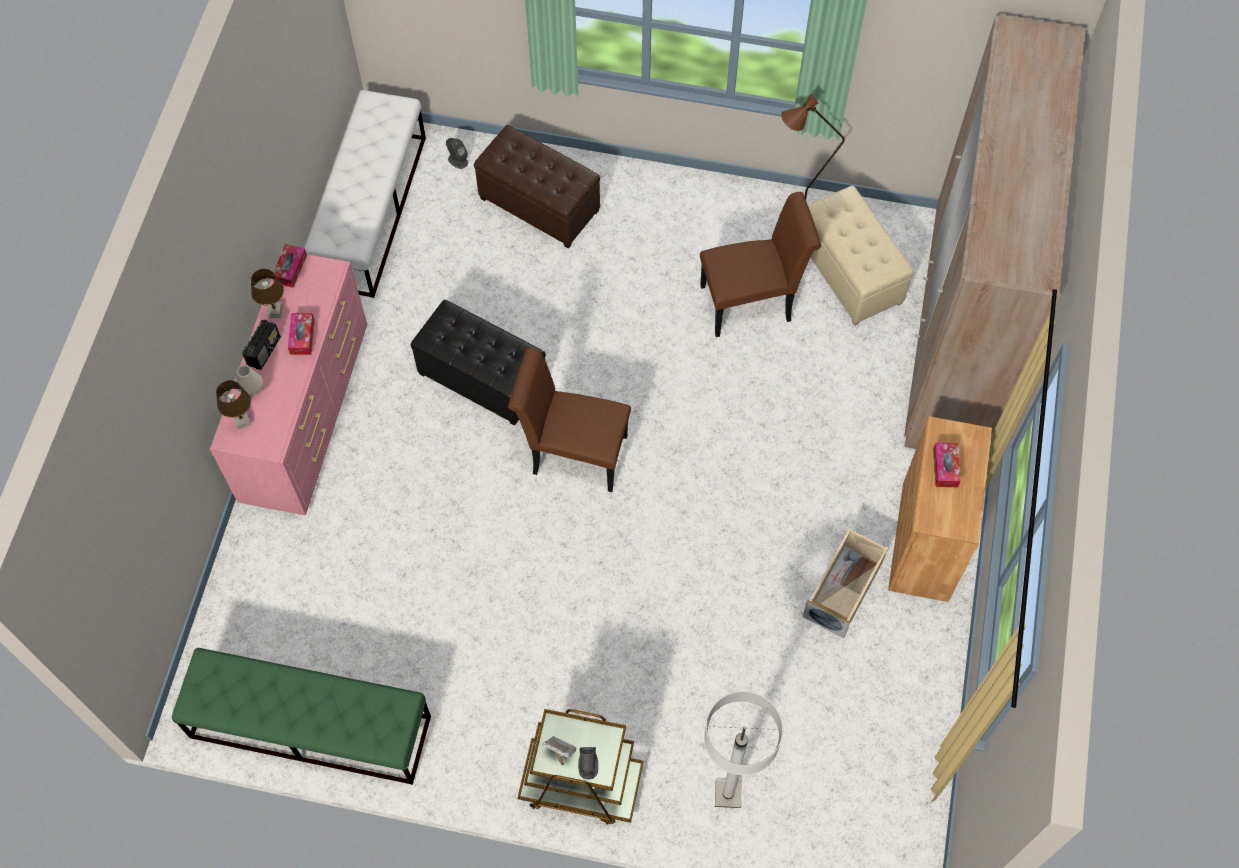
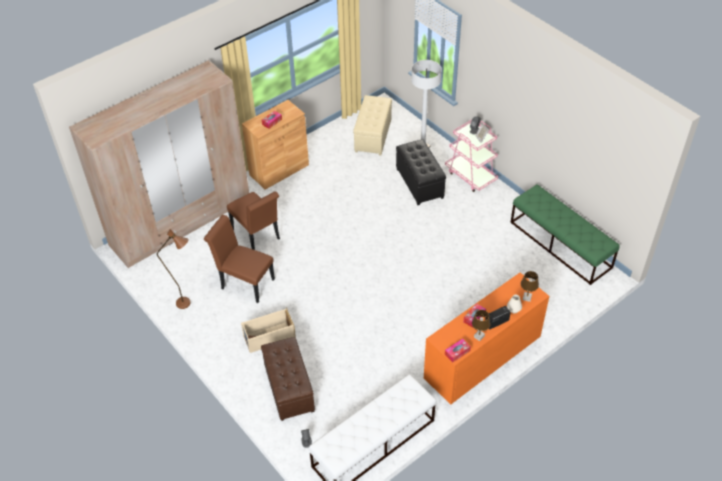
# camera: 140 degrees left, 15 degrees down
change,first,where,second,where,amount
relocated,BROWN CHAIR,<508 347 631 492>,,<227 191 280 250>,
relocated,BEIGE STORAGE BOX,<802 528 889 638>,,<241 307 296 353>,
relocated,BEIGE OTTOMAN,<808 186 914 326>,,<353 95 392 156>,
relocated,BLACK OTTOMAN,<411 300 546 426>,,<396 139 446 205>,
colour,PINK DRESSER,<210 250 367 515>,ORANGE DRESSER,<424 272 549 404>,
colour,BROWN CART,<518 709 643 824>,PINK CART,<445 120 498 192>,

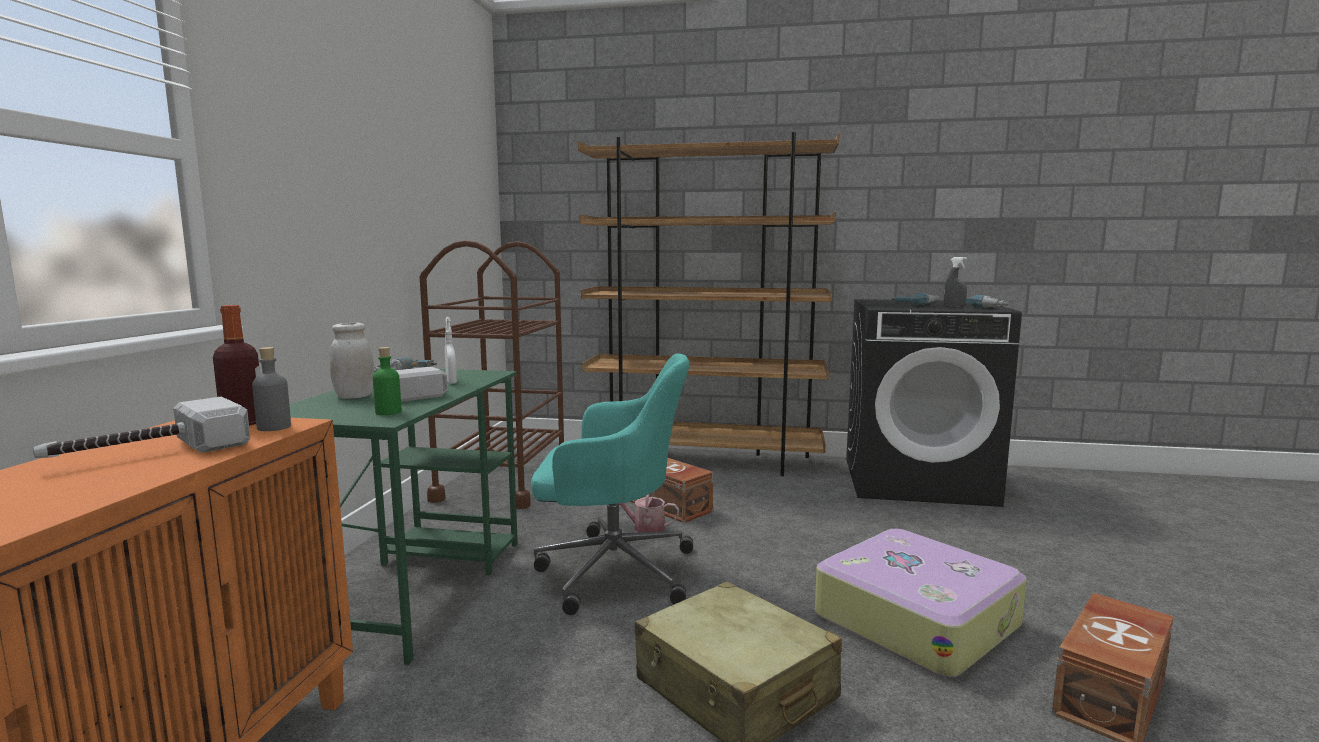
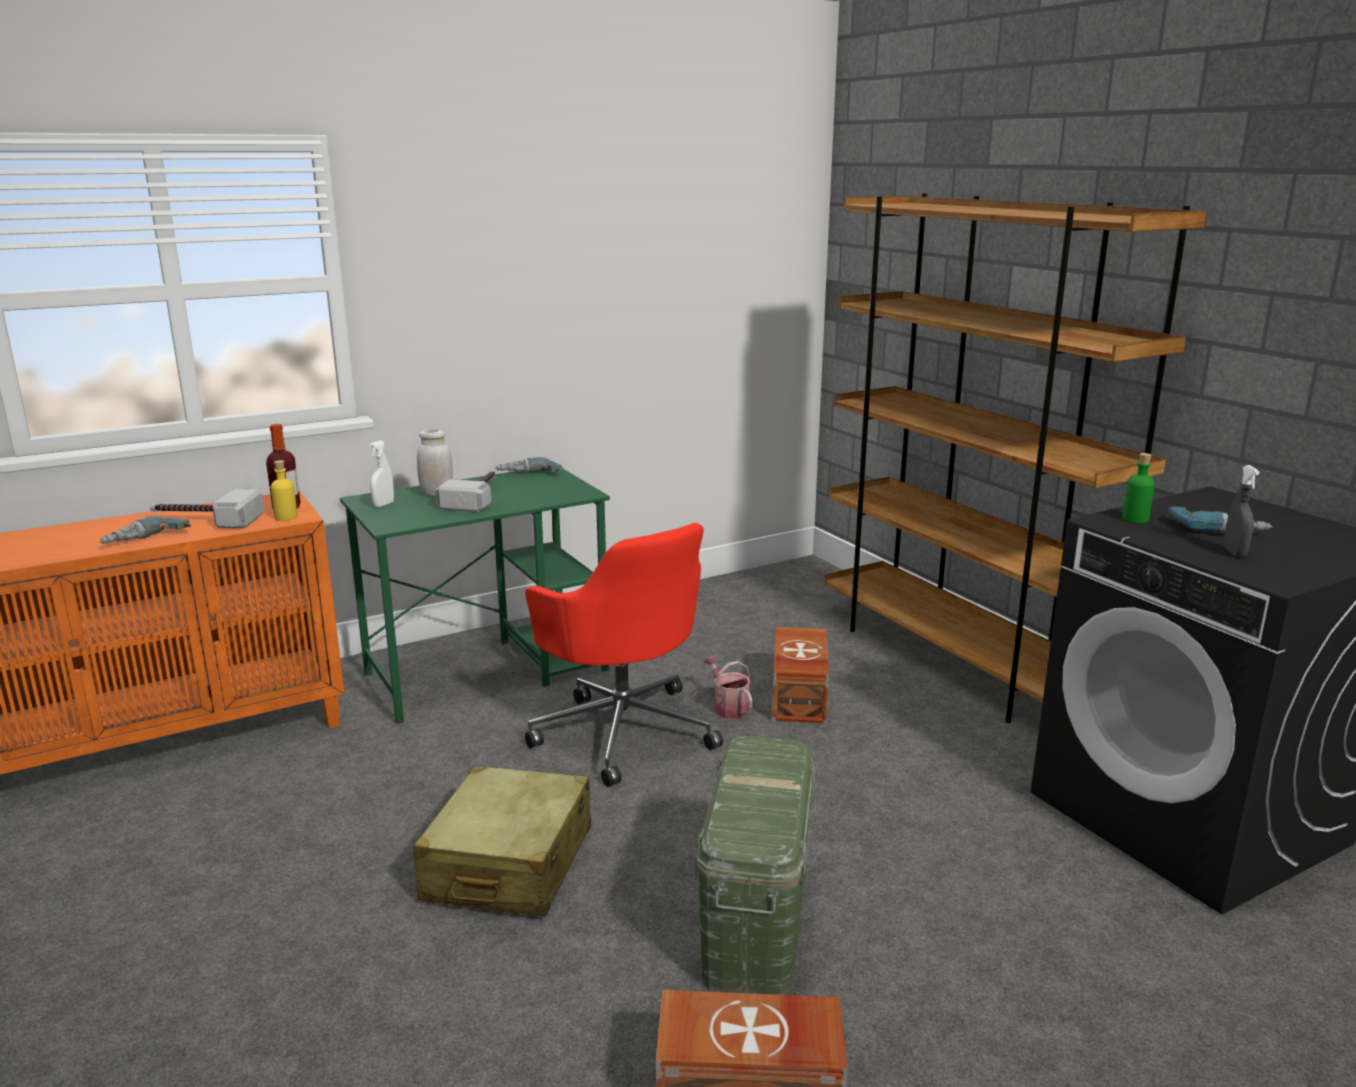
# camera: 50 degrees right, 10 degrees up
change,first,where,second,where,amount
relocated,POWER DRILL,<966 295 1009 308>,,<99 516 191 544>,
colour,GREY BOTTLE,<252 347 291 431>,YELLOW BOTTLE,<271 460 298 521>,
relocated,WHITE SPRAY BOTTLE,<445 317 457 384>,,<369 440 394 507>,
colour,TURQUOISE OFFICE CHAIR,<531 354 693 615>,RED OFFICE CHAIR,<525 523 723 787>,
exchanged,SUITCASE,<815 529 1027 678>,GREEN STORAGE BOX,<695 736 816 995>,
relocated,GREEN BOTTLE,<373 347 401 415>,,<1122 453 1155 523>,
missing,BROWN CART,<420 240 564 509>,,,

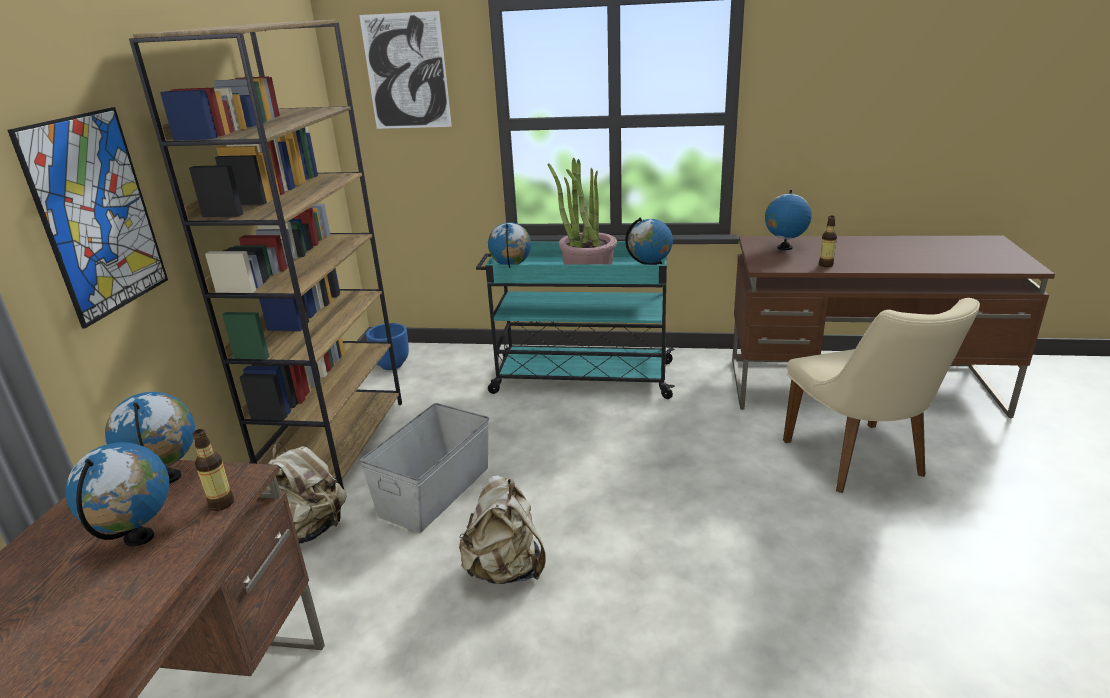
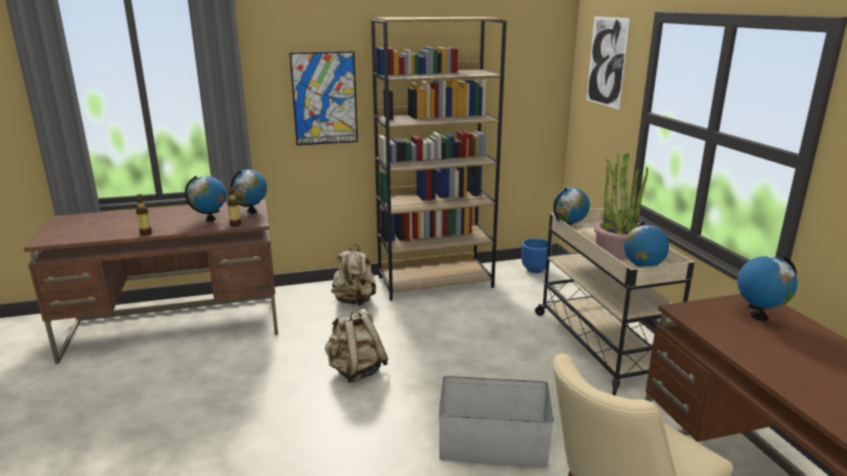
# camera: 65 degrees right, 5 degrees down
change,first,where,second,where,amount
relocated,BOTTLE,<819 216 837 267>,,<136 194 152 236>,
relocated,GREY STORAGE BOX,<360 403 489 533>,,<439 376 554 467>,
colour,TURQUOISE CART,<476 241 675 399>,BEIGE CART,<535 208 695 396>,

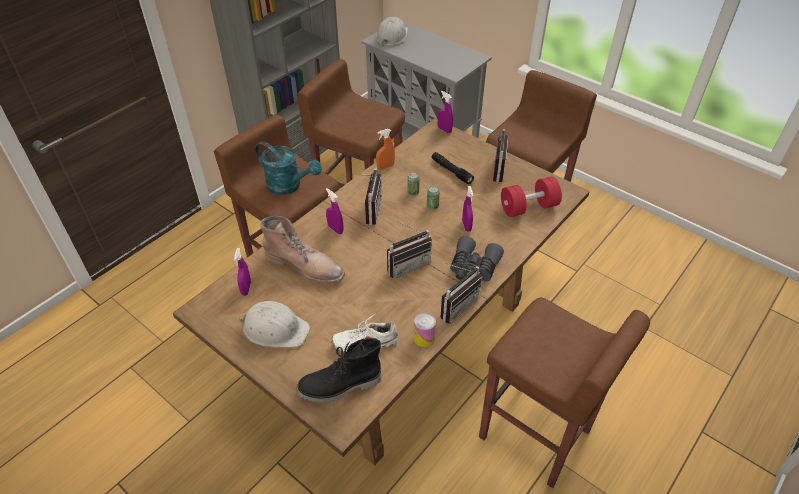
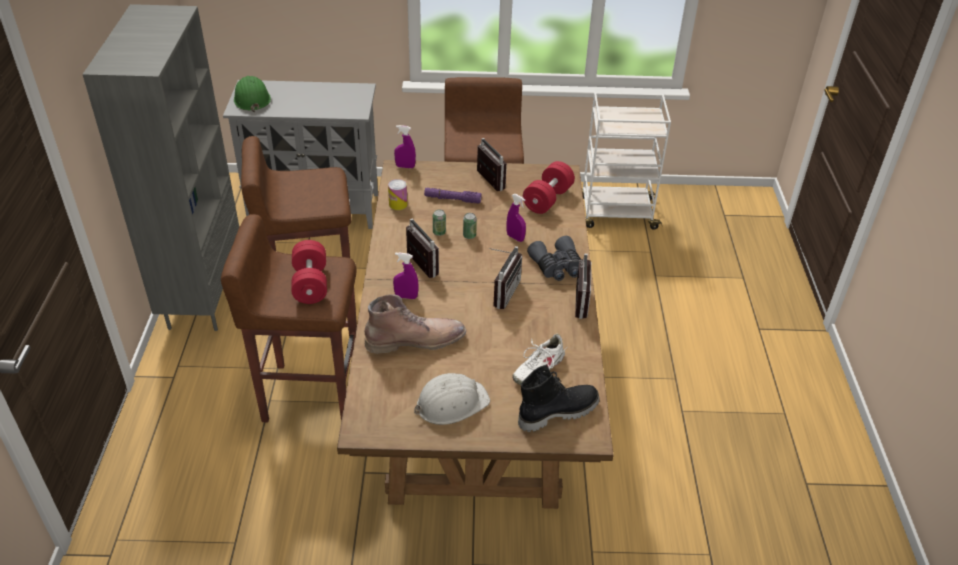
# camera: 40 degrees left, 5 degrees down
change,first,where,second,where,amount
colour,WHITE HARD HAT,<376 17 408 46>,GREEN HARD HAT,<234 76 271 112>,
exchanged,TURQUOISE WATERING CAN,<255 141 322 195>,RED DUMBBELL,<291 240 327 304>,
relocated,CAN,<414 312 436 347>,,<388 179 407 210>,
colour,BLACK FLASHLIGHT,<432 152 474 184>,PURPLE FLASHLIGHT,<424 188 482 203>,
spun,BLACK BOOT,<296 338 381 403>,,<518 364 600 432>,150 degrees counterclockwise
appeared,,,WHITE CART,<582 92 671 230>,
missing,PURPLE SPRAY BOTTLE,<234 248 251 296>,,,
missing,ORANGE SPRAY BOTTLE,<376 129 395 170>,,,
missing,BROWN STOOL,<479 297 650 488>,,,

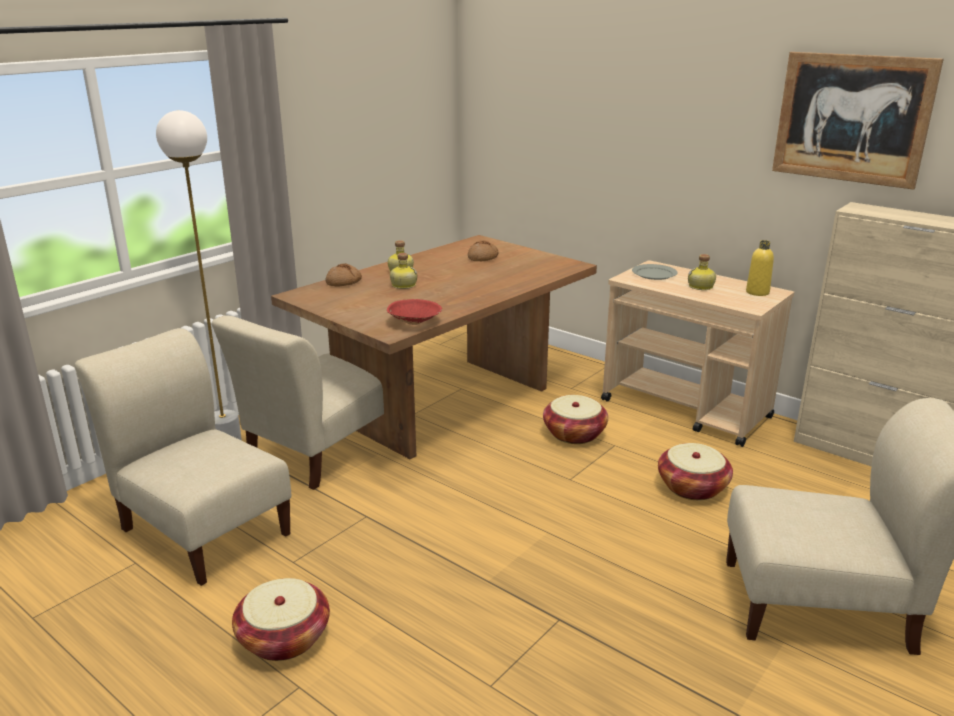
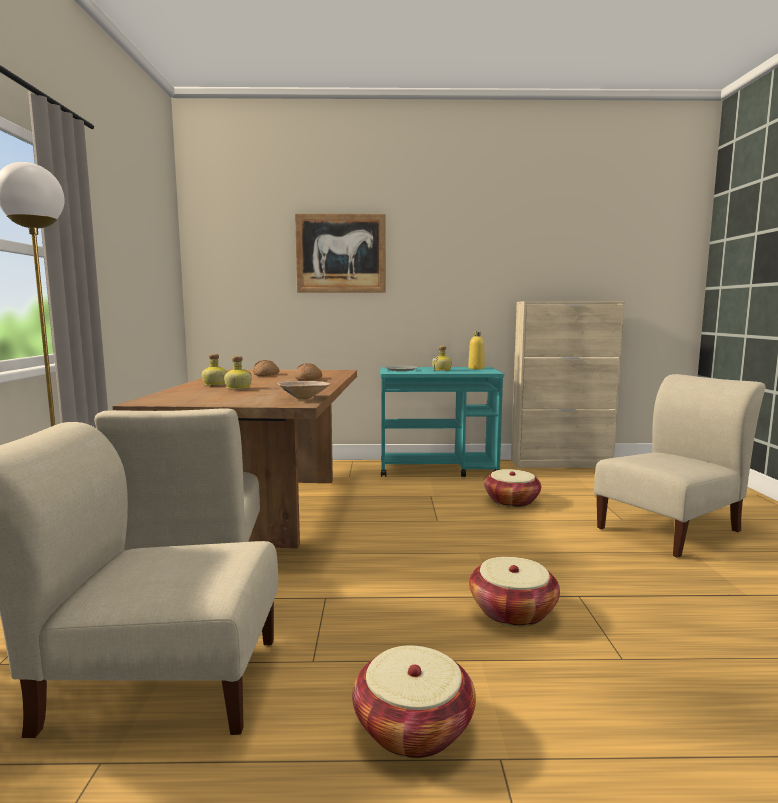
# camera: 40 degrees left, 15 degrees down
change,first,where,second,where,amount
colour,RED BOWL,<387 299 442 325>,BEIGE BOWL,<277 381 331 399>,
relocated,PICTURE,<772 52 944 190>,,<295 214 386 293>,
relocated,BREAD,<325 263 362 286>,,<295 363 322 381>,
colour,BEIGE CART,<601 260 794 447>,TURQUOISE CART,<380 367 504 477>,
relocated,BASKET,<543 395 608 444>,,<469 557 560 627>,

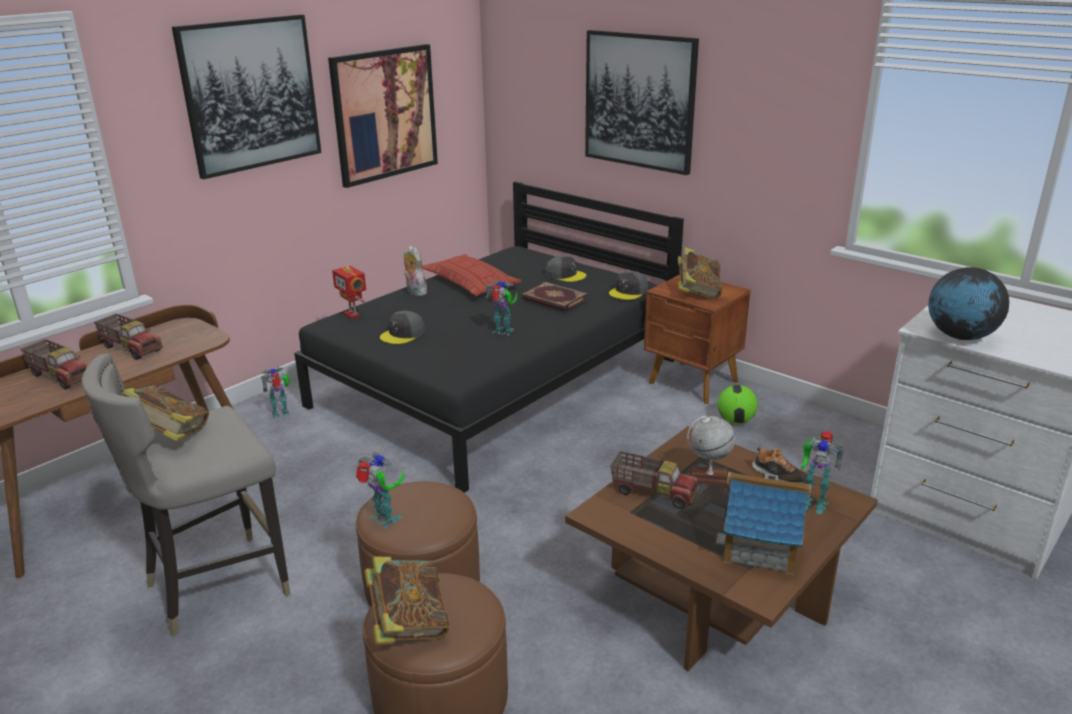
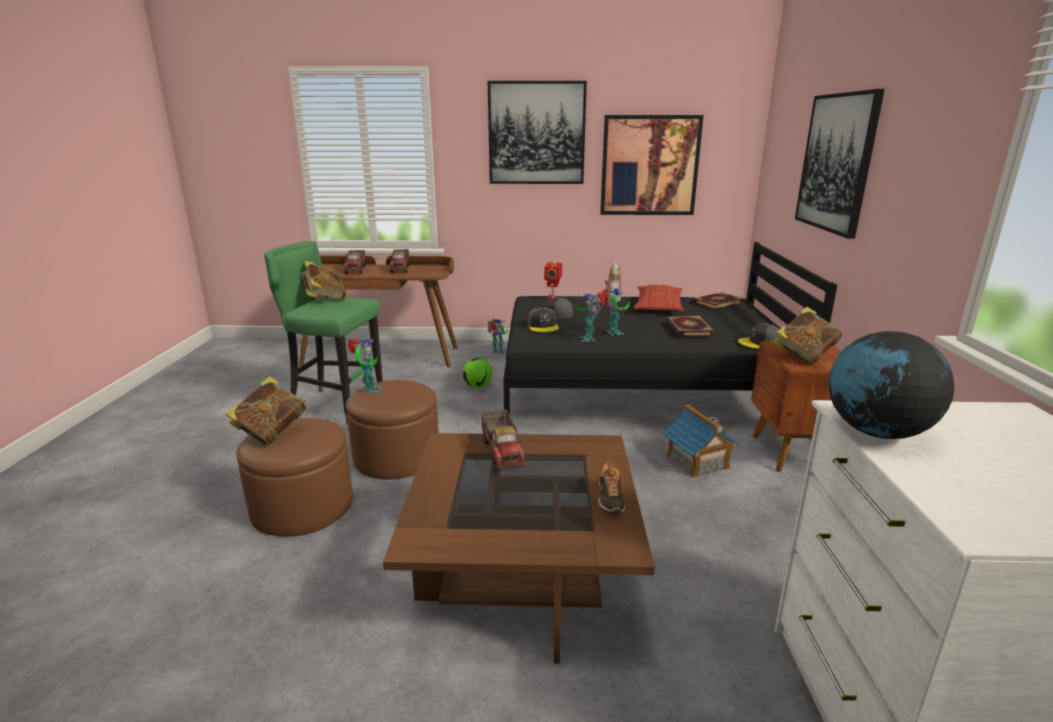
# camera: 50 degrees right, 5 degrees down
change,first,where,second,where,amount
colour,GREY STOOL,<81 353 291 637>,GREEN STOOL,<264 241 383 425>,
relocated,FOOTBALL,<717 385 758 424>,,<463 358 493 388>,
relocated,GREY CAP,<546 255 586 282>,,<527 308 559 332>,
relocated,TOY ROBOT,<801 430 845 514>,,<576 292 606 342>,
relocated,TOY HOUSE,<715 472 811 575>,,<663 405 739 478>,
appeared,,,BOOK,<692 292 744 310>,
missing,GLOBE,<687 416 735 487>,,,

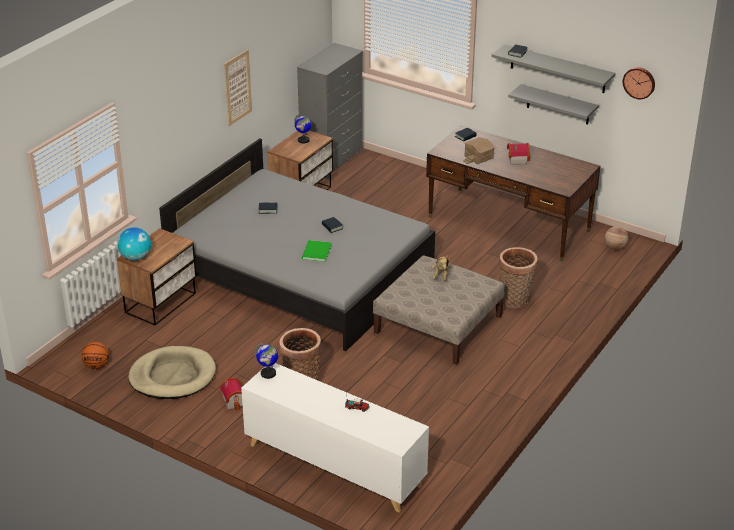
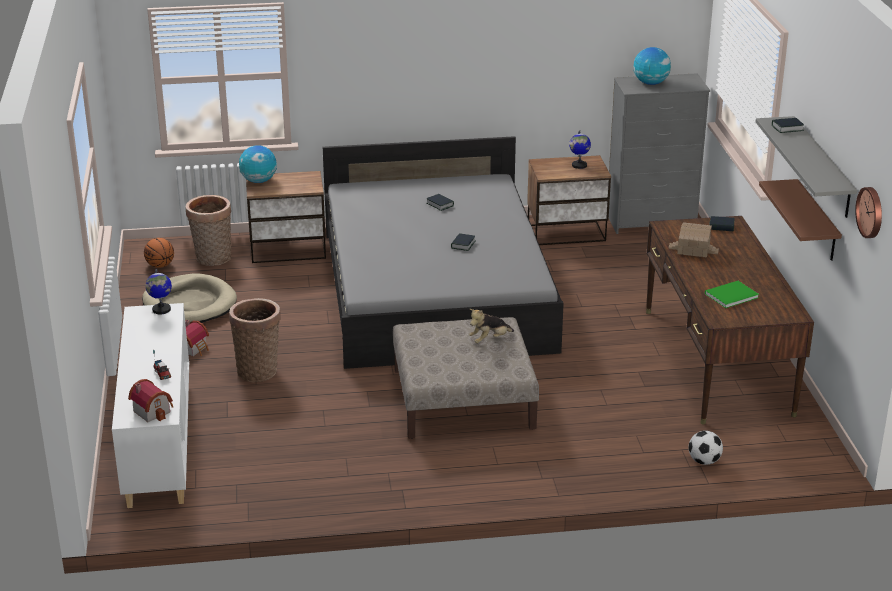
# camera: 50 degrees right, 5 degrees down
change,first,where,second,where,amount
relocated,TOY HOUSE,<507 143 530 165>,,<128 379 173 422>,
relocated,BASKET,<499 247 538 308>,,<186 195 231 266>,
appeared,,,GLOBE,<633 47 671 85>,
appeared,,,FOOTBALL,<689 431 723 465>,
relocated,GREEN BOOK,<302 240 332 262>,,<705 281 759 308>,
colour,GREY SHELF,<508 84 599 125>,BROWN SHELF,<759 179 842 261>,
missing,PICTURE,<224 49 252 126>,,,
missing,BASKETBALL,<604 226 629 250>,,,

